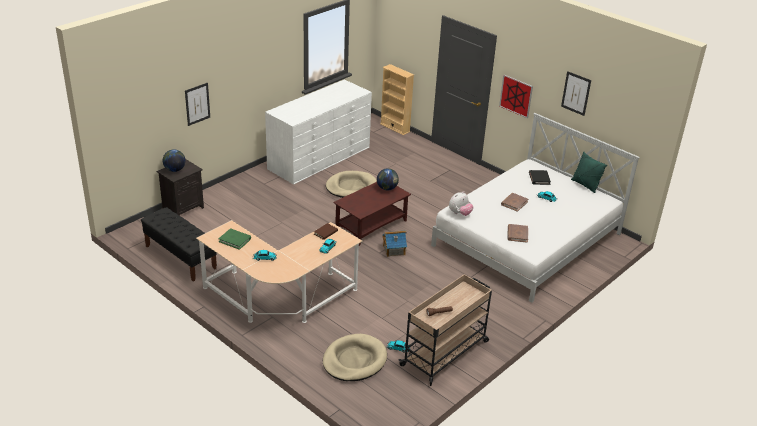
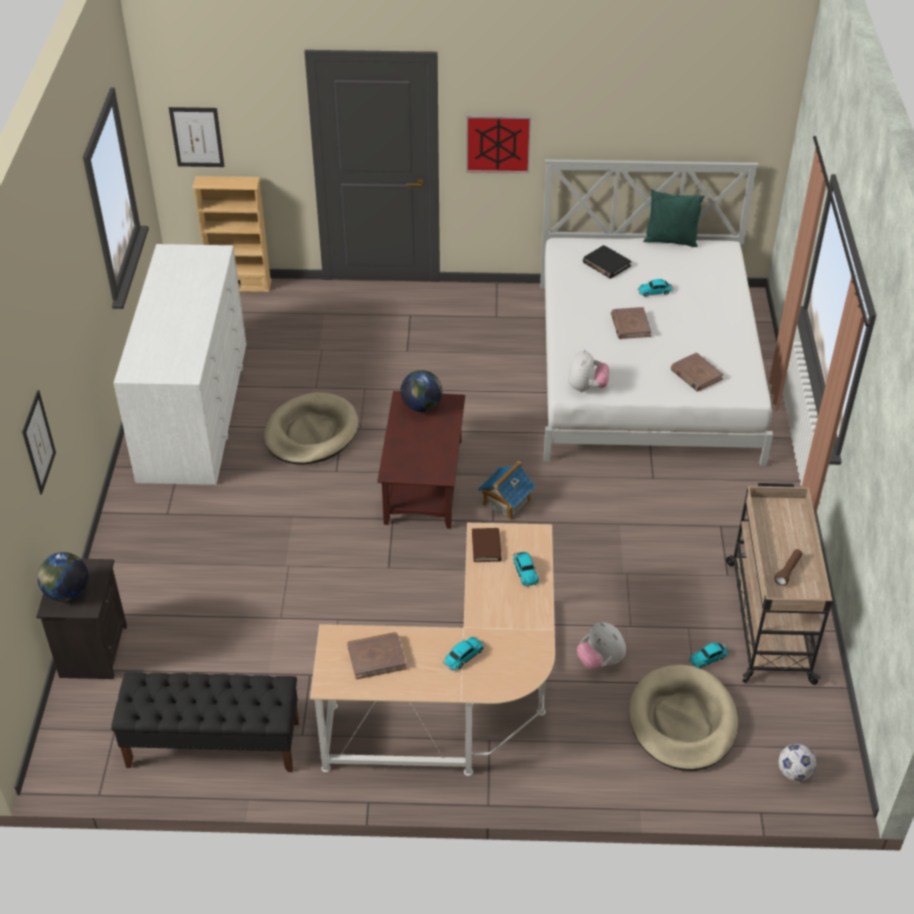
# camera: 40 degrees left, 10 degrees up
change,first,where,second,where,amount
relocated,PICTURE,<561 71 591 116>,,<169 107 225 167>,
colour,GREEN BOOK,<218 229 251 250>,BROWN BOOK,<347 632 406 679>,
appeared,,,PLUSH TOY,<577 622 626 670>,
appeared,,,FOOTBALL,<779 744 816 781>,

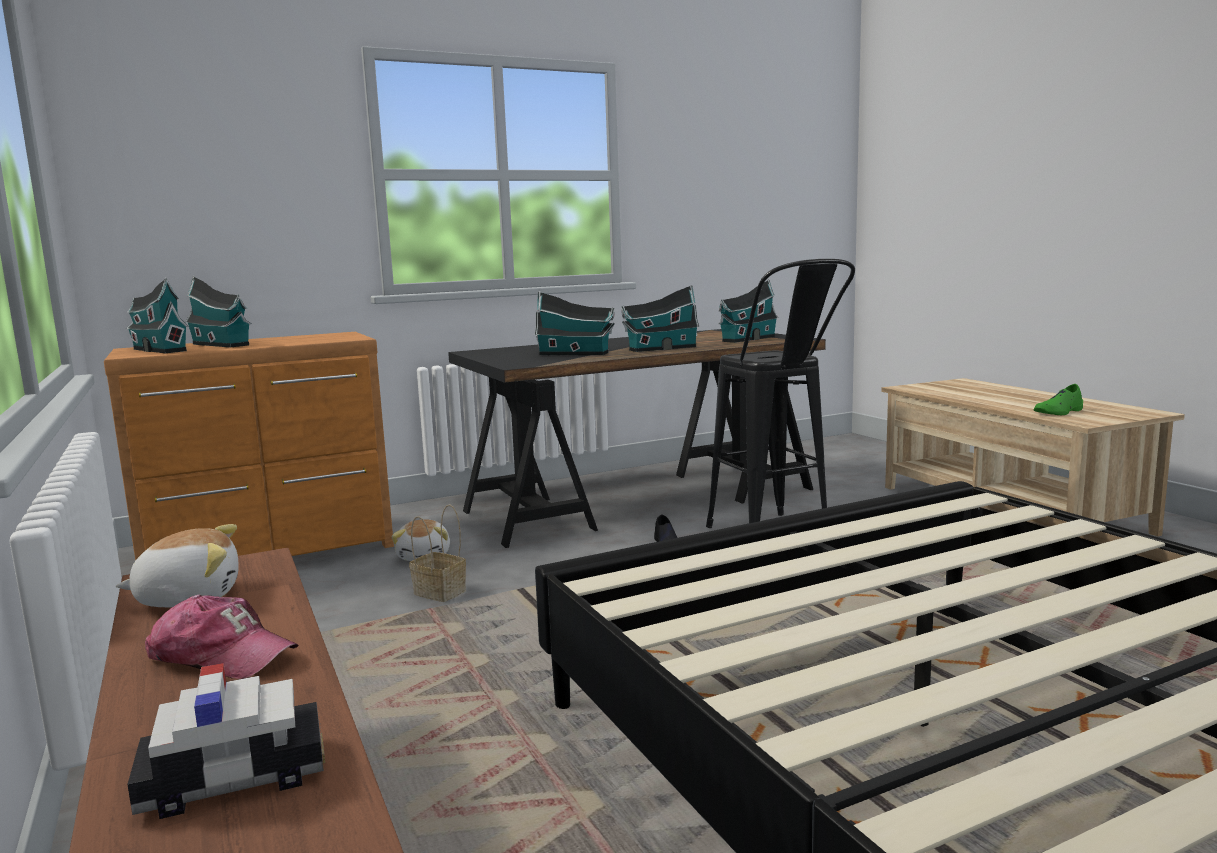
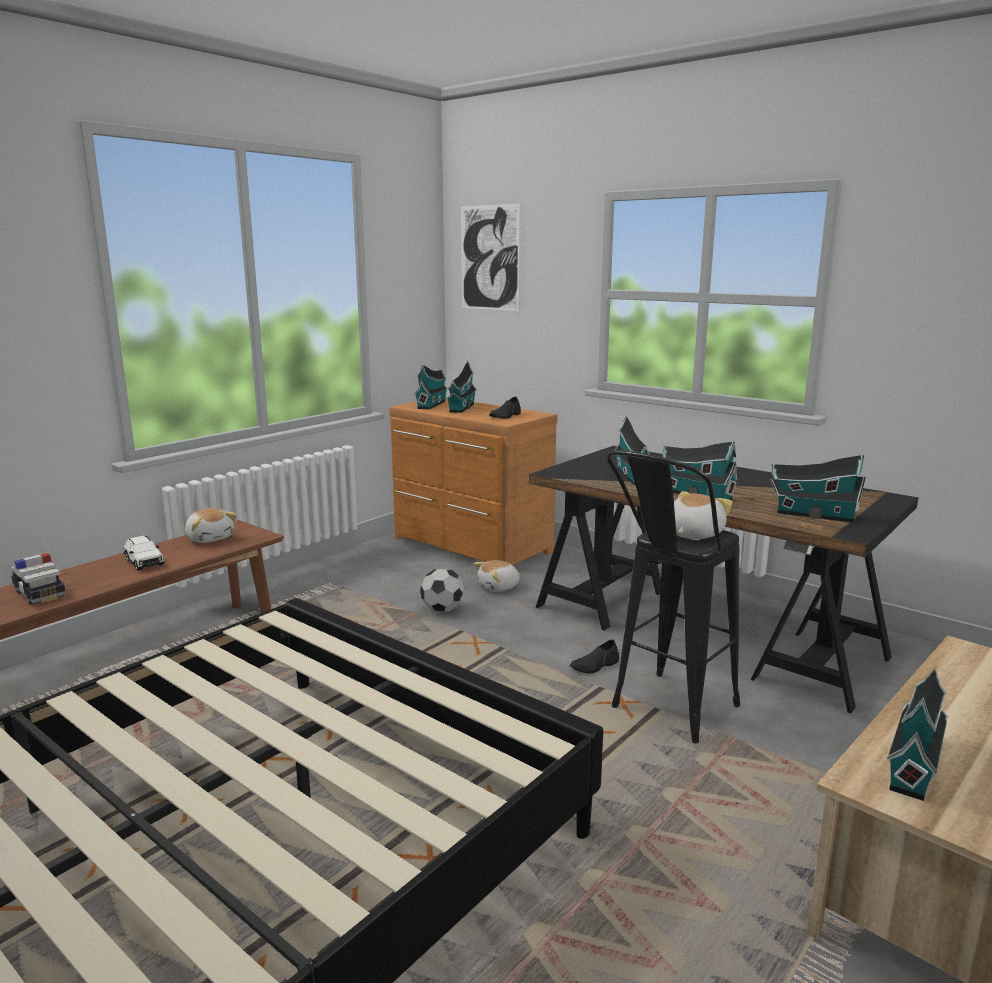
# camera: 65 degrees right, 5 degrees up
change,first,where,second,where,amount
exchanged,CAP,<145 594 299 679>,WHITE TOY CAR,<123 536 165 571>,
exchanged,BASKET,<409 505 466 602>,FOOTBALL,<420 569 465 611>,
appeared,,,PICTURE,<461 204 520 311>,
appeared,,,BLACK SHOE,<489 396 521 419>,
appeared,,,PLUSH TOY,<674 491 733 539>,
exchanged,GREEN SHOE,<1034 384 1083 415>,TOY HOUSE,<887 668 949 801>,

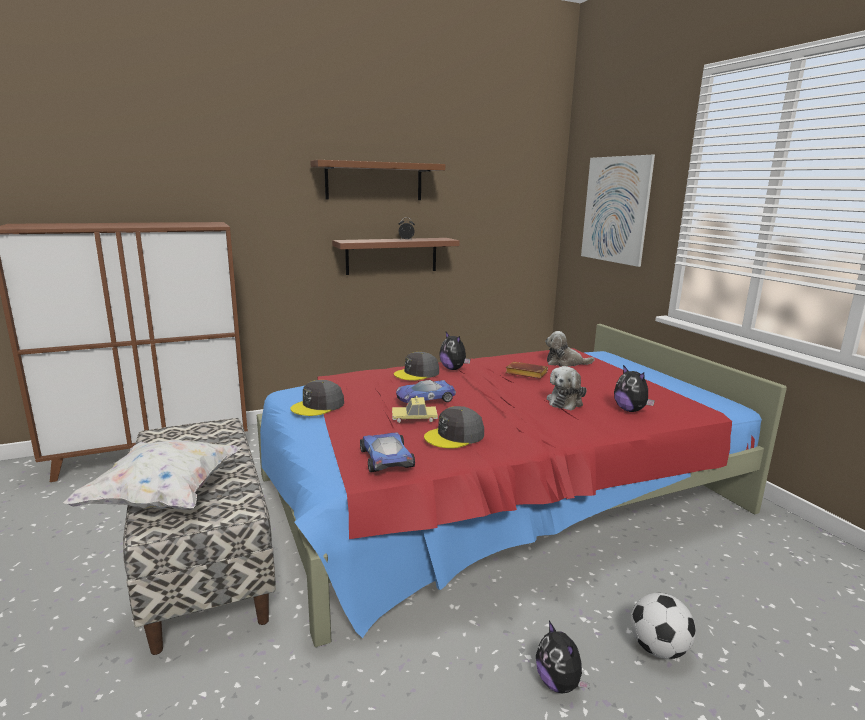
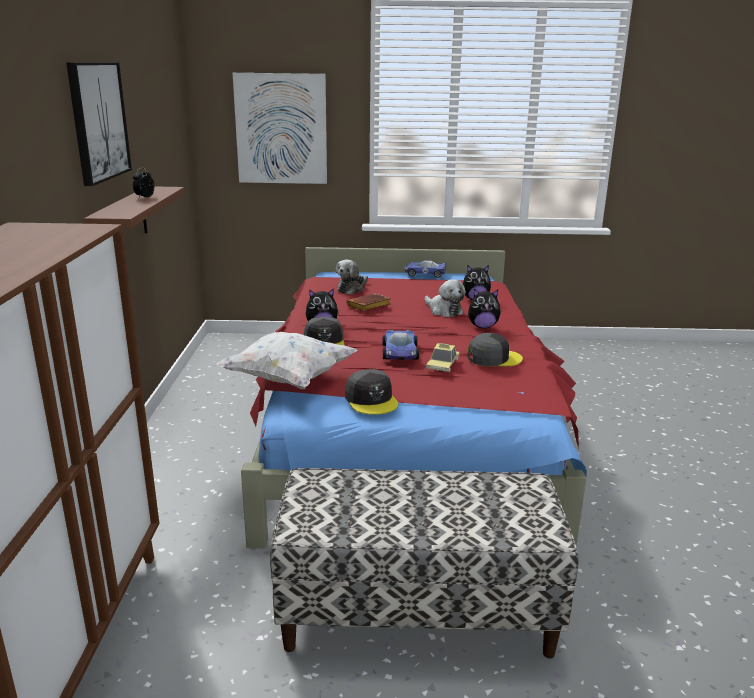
# camera: 65 degrees left, 5 degrees up
change,first,where,second,where,amount
exchanged,BROWN SHELF,<310 160 445 200>,PICTURE,<66 62 132 186>,
relocated,WHITE PILLOW,<63 440 241 510>,,<217 332 358 389>,
relocated,TOY CAR,<360 432 415 472>,,<405 260 447 278>,
spun,GREY CAP,<424 406 484 449>,,<467 333 523 367>,90 degrees counterclockwise
relocated,PLUSH TOY,<536 621 590 694>,,<468 289 501 328>,
missing,FOOTBALL,<631 593 696 659>,,,

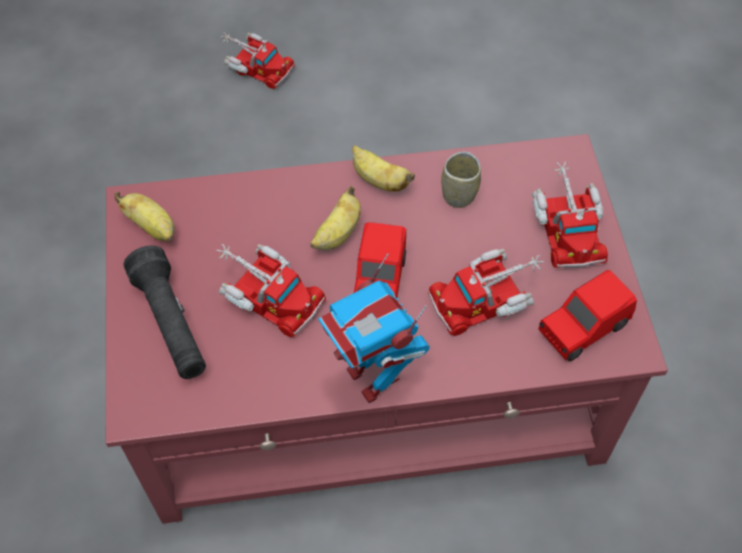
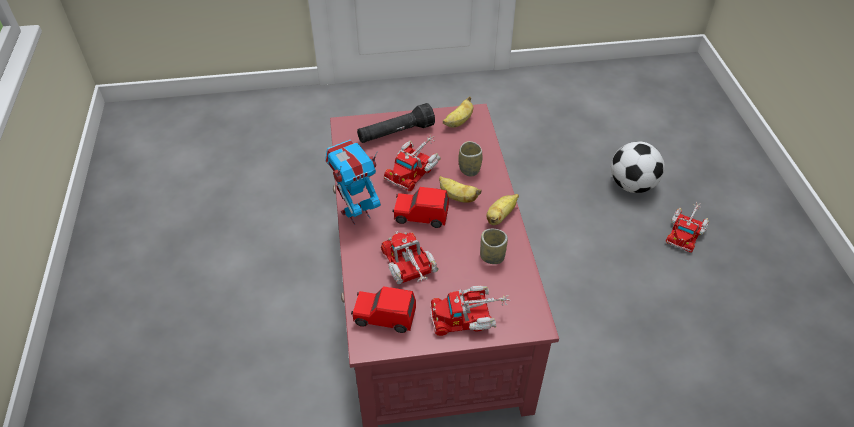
# camera: 90 degrees right, 10 degrees down
change,first,where,second,where,amount
spun,RED TOY CAR,<538 270 637 361>,,<351 286 416 333>,45 degrees counterclockwise
appeared,,,CUP,<458 141 482 176>,
appeared,,,FOOTBALL,<611 142 665 193>,

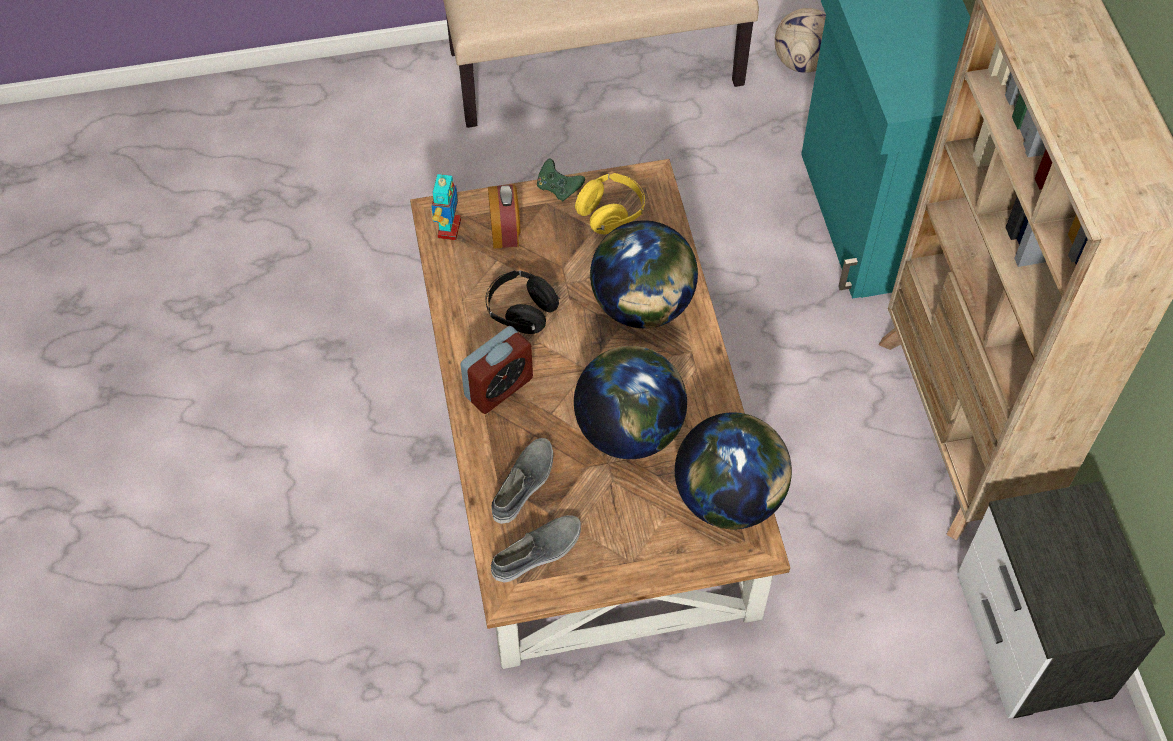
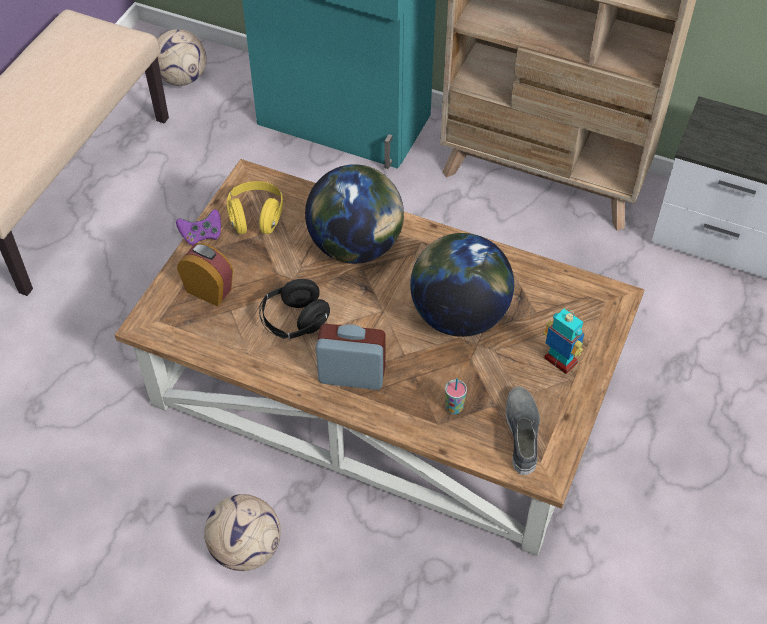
# camera: 55 degrees left, 5 degrees down
change,first,where,second,where,amount
colour,GREEN GAME CONTROLLER,<537 158 585 201>,PURPLE GAME CONTROLLER,<176 209 221 246>,
appeared,,,FOOTBALL,<204 494 281 571>,
spun,ALARM CLOCK,<460 326 533 414>,,<316 324 385 390>,75 degrees counterclockwise
exchanged,GREY SHOE,<491 438 553 524>,CUP,<445 378 467 414>,
relocated,TOY ROBOT,<432 173 461 240>,,<543 309 584 374>,
missing,GLOBE,<675 412 792 529>,,,

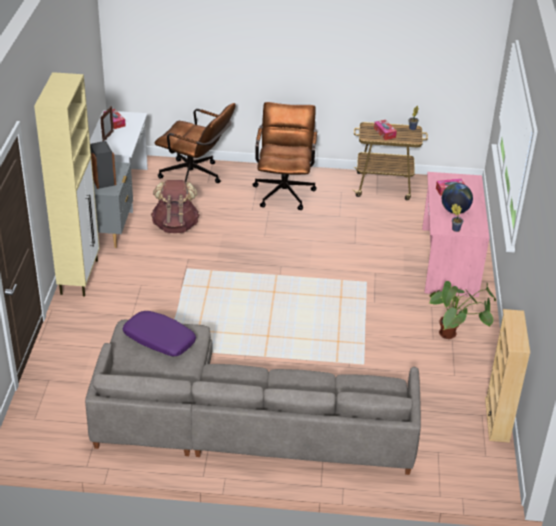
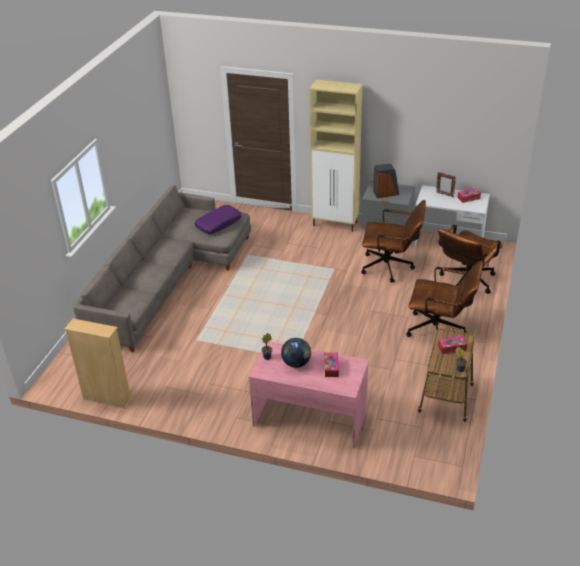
# camera: 105 degrees right, 0 degrees up
change,first,where,second,where,amount
exchanged,BROWN BACKPACK,<151 180 200 233>,BROWN OFFICE CHAIR,<361 200 426 283>,
missing,POTTED PLANT,<428 281 496 339>,,,

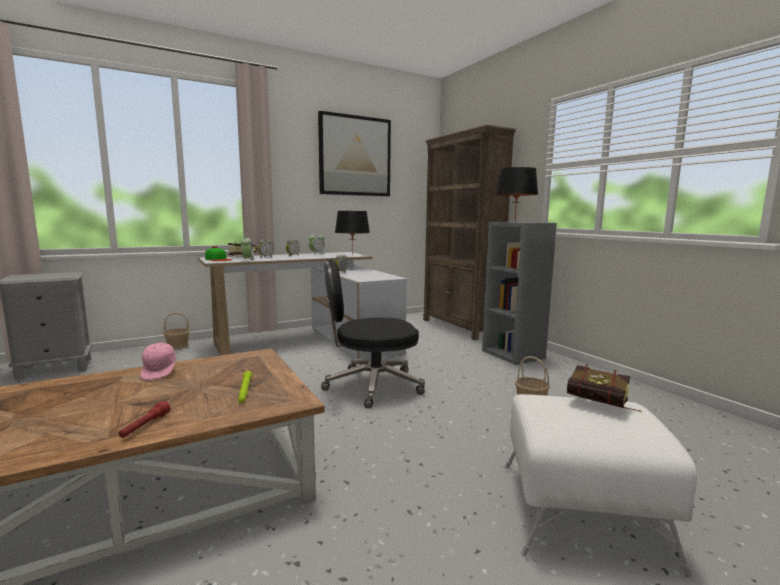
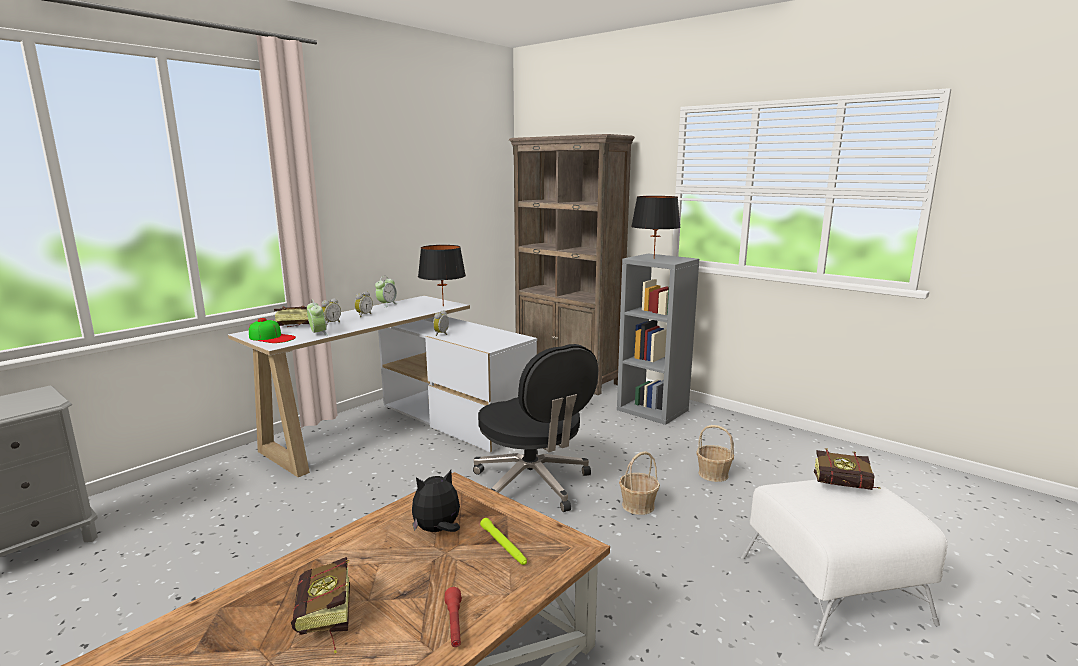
# camera: 20 degrees left, 5 degrees up
change,first,where,second,where,amount
appeared,,,BOOK,<291 557 350 653>,
appeared,,,PLUSH TOY,<412 470 460 532>,
spun,BLACK OFFICE CHAIR,<321 259 425 408>,,<473 344 598 512>,90 degrees counterclockwise
relocated,BASKET,<164 312 190 349>,,<619 451 660 515>,
missing,PINK CAP,<140 342 177 380>,,,
missing,PICTURE,<318 111 391 196>,,,

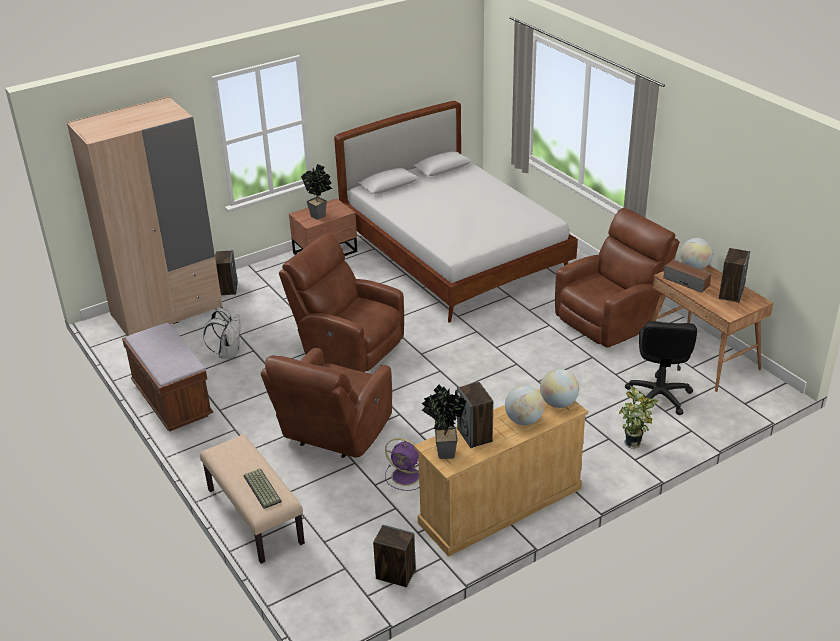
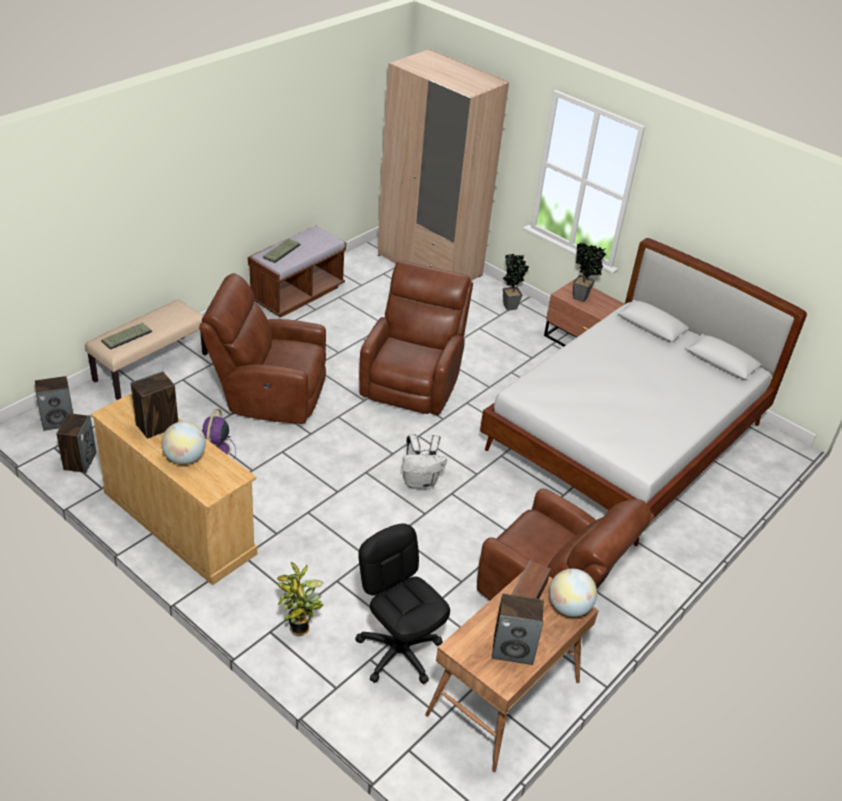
# camera: 70 degrees right, 5 degrees up
change,first,where,second,where,amount
relocated,SPEAKER,<215 250 238 295>,,<35 376 73 431>,
appeared,,,KEYBOARD,<263 238 301 263>,
spun,BLACK OFFICE CHAIR,<625 321 698 415>,,<355 523 450 684>,60 degrees clockwise
relocated,WHITE BACKPACK,<203 309 241 360>,,<402 434 447 489>,
relocated,POTTED PLANT,<422 385 466 459>,,<503 254 529 311>,
missing,GLOBE,<540 369 579 408>,,,

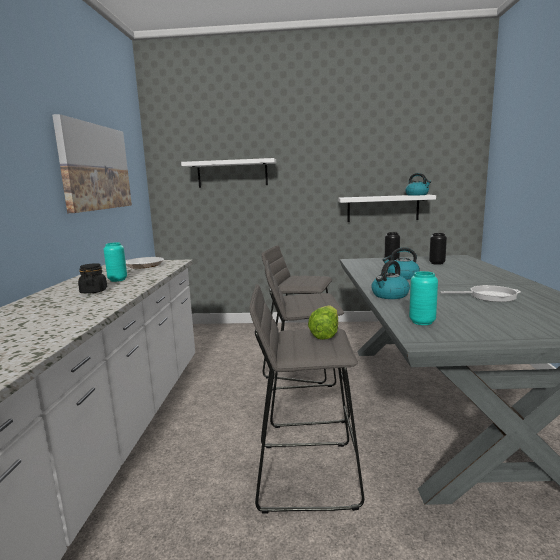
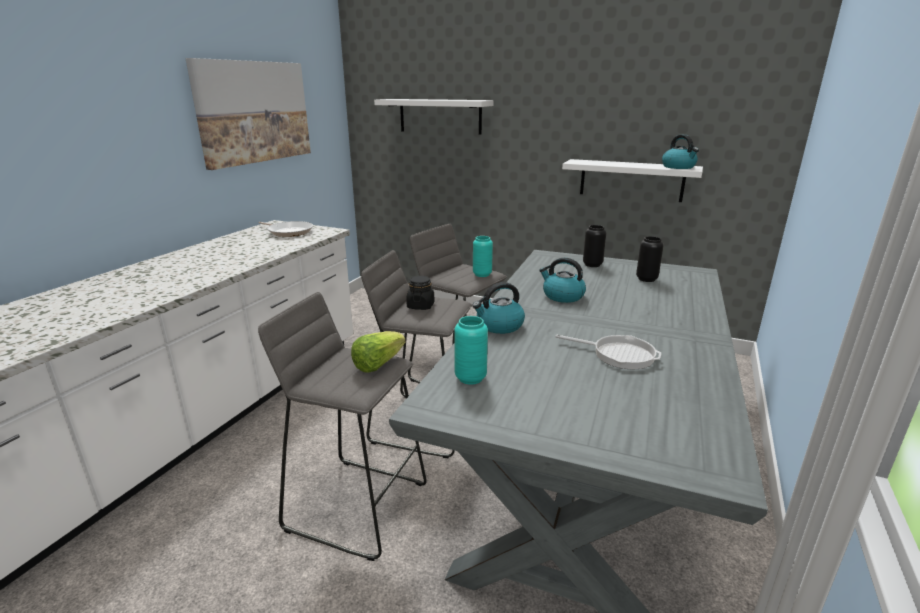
# camera: 20 degrees right, 10 degrees up
change,first,where,second,where,amount
relocated,BLACK JAR,<78 263 107 293>,,<406 276 434 310>,
relocated,TURQUOISE VASE,<104 242 127 282>,,<473 236 493 277>,

